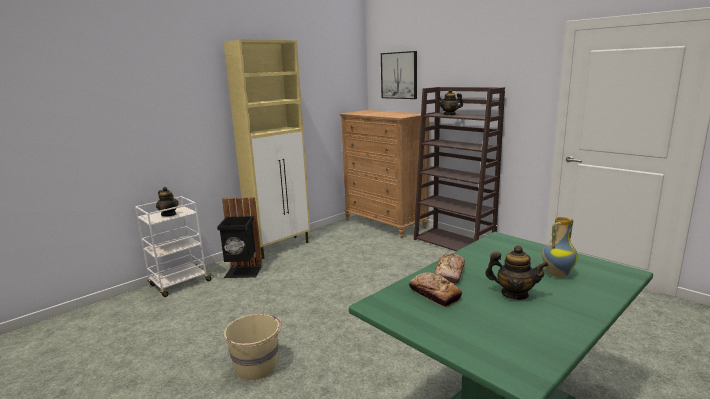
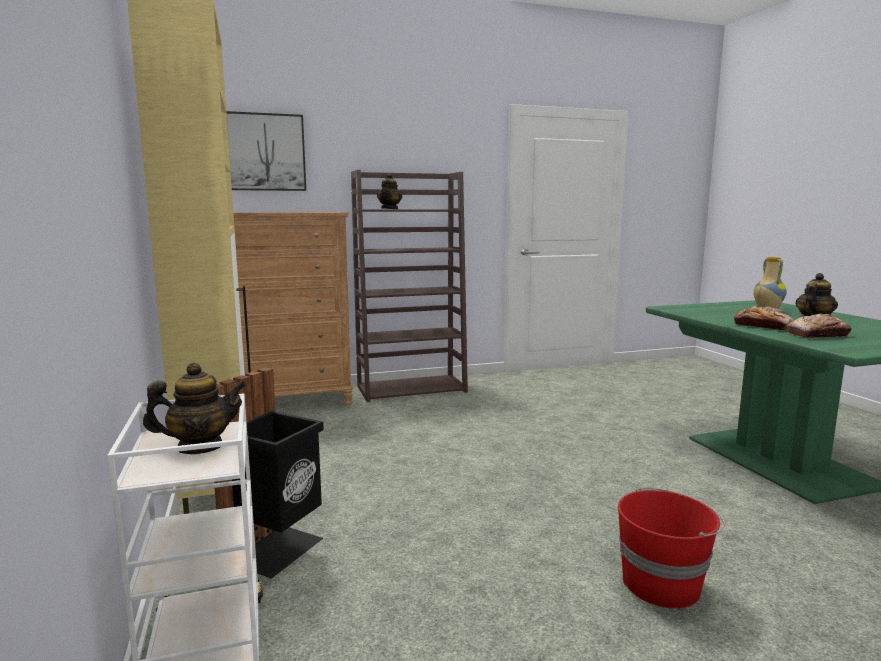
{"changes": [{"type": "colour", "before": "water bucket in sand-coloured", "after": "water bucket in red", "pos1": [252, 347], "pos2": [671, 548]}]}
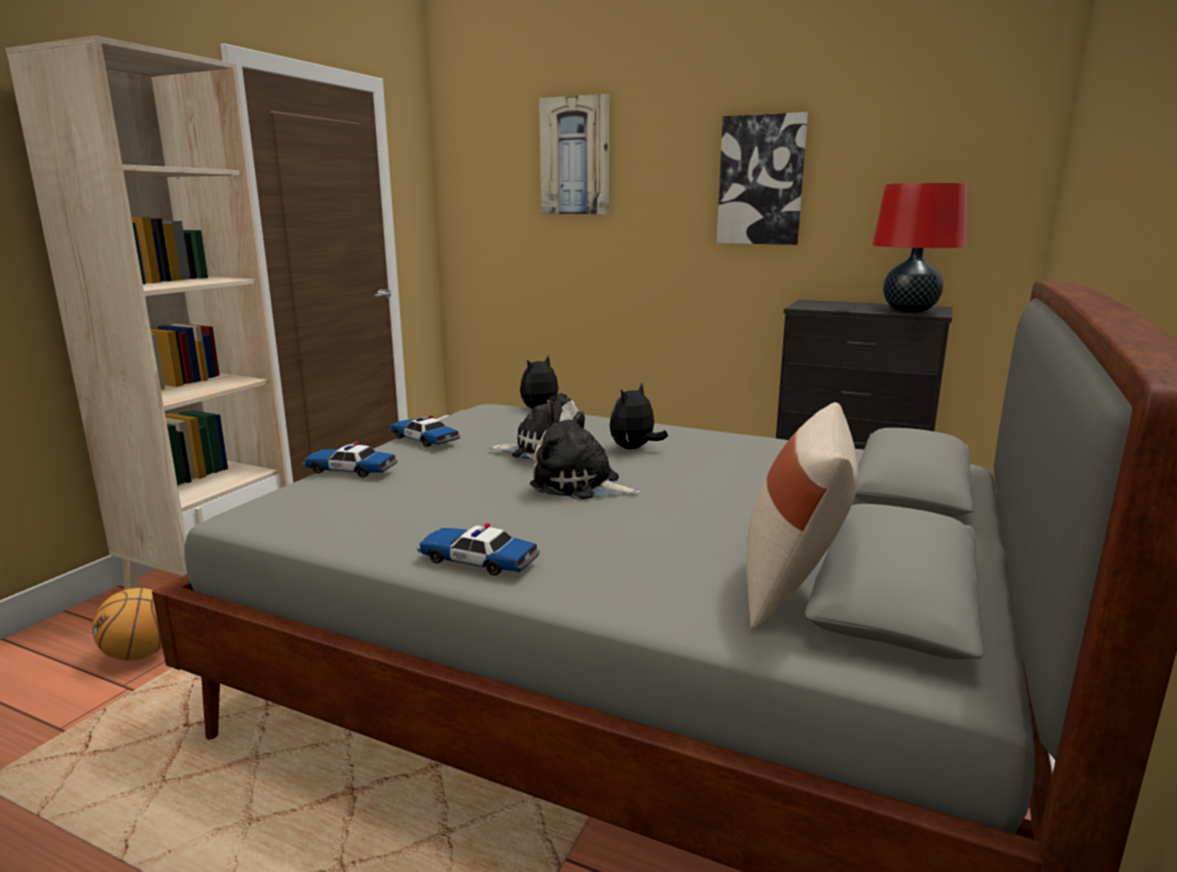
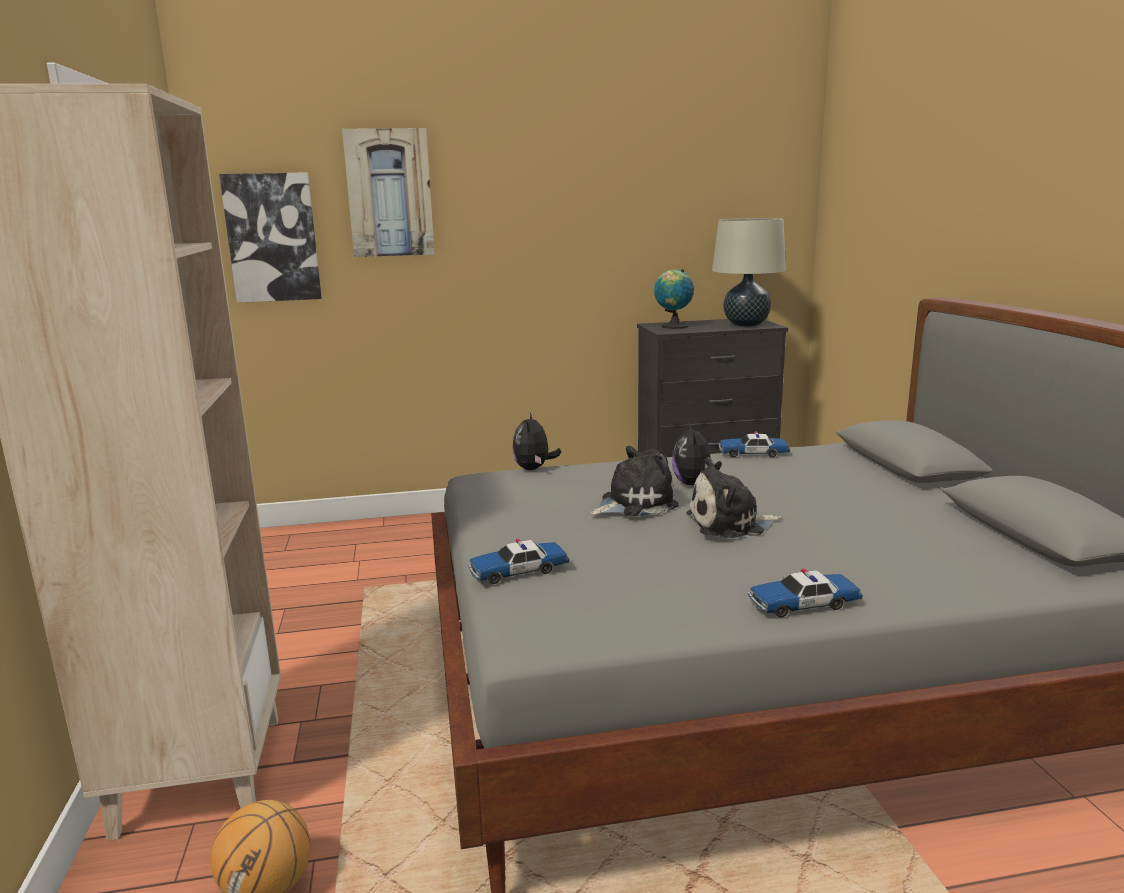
{"changes": [{"type": "relocated", "before": "model car", "pos1": [424, 431], "pos2": [754, 444]}, {"type": "relocated", "before": "wall art", "pos1": [762, 178], "pos2": [270, 237]}, {"type": "missing", "before": "pillow in sand-coloured", "pos1": [802, 516]}, {"type": "colour", "before": "lamp for a table in red", "after": "lamp for a table in sand-coloured", "pos1": [920, 248], "pos2": [749, 272]}, {"type": "appeared", "after": "globe", "pos2": [674, 299]}]}
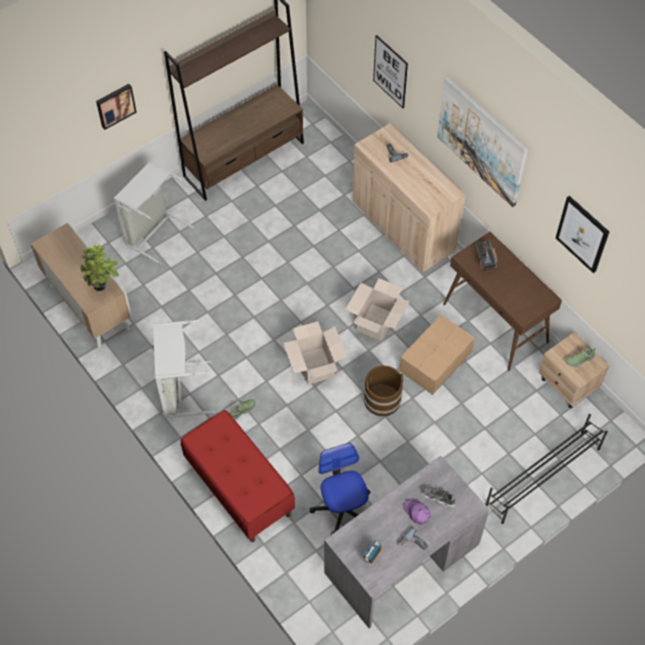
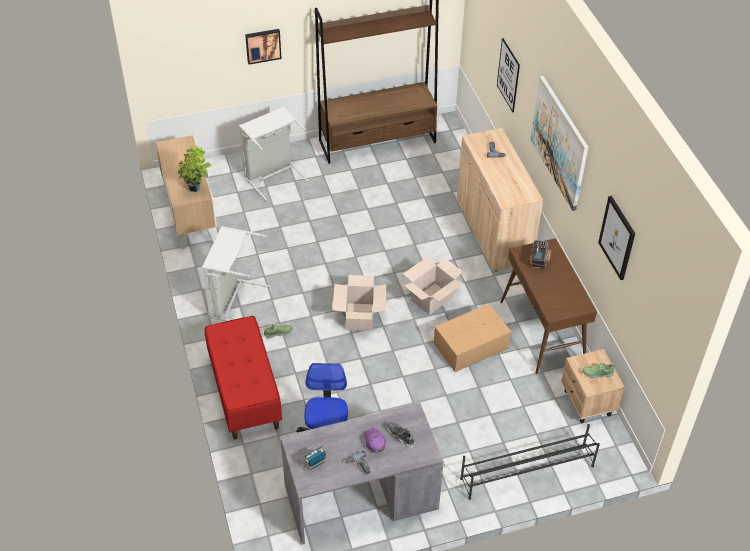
{"changes": [{"type": "missing", "before": "water bucket in brownish", "pos1": [383, 391]}]}
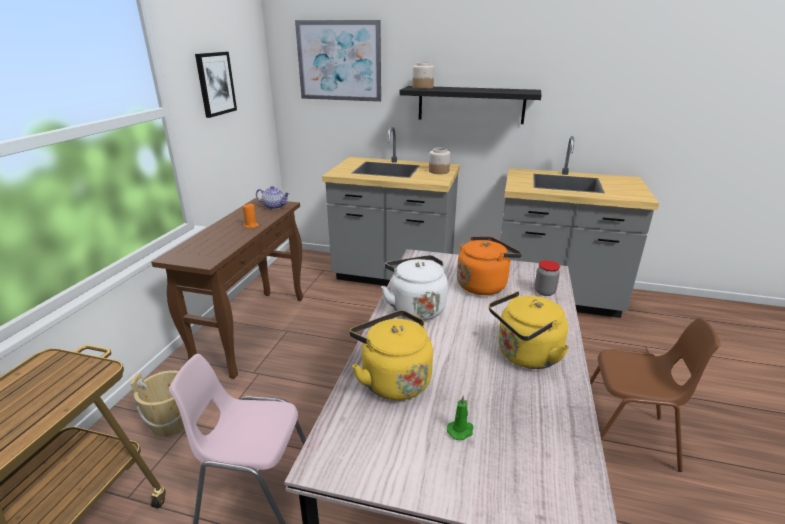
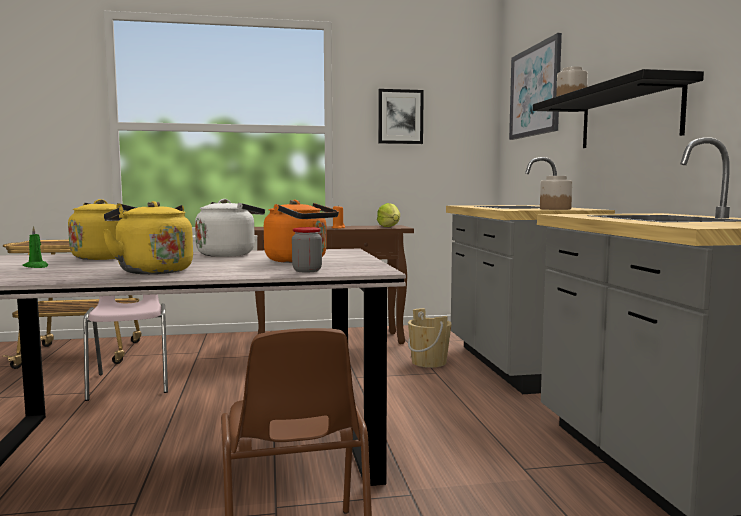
{"changes": [{"type": "relocated", "before": "water bucket in sand-coloured", "pos1": [157, 403], "pos2": [430, 338]}, {"type": "exchanged", "before": "teapot", "after": "lettuce", "pos1": [273, 197], "pos2": [388, 215]}]}
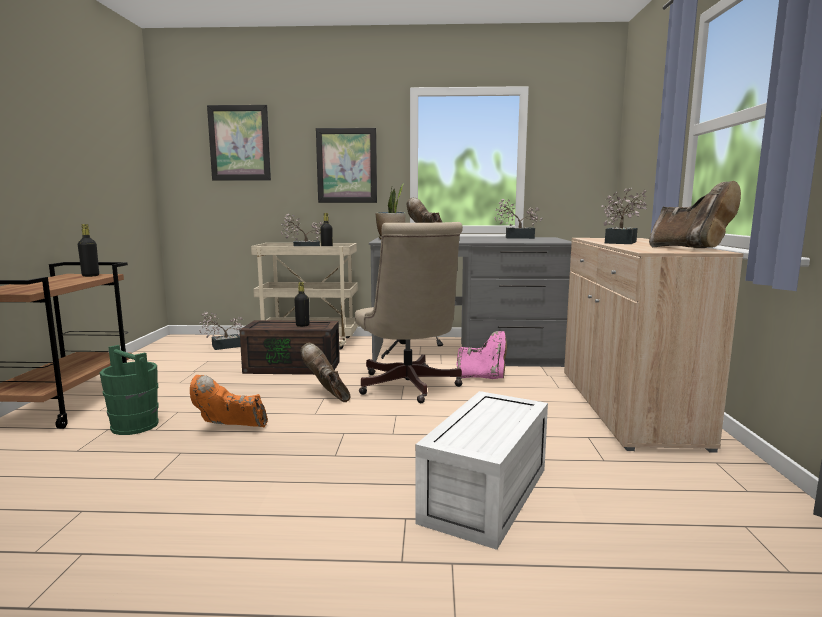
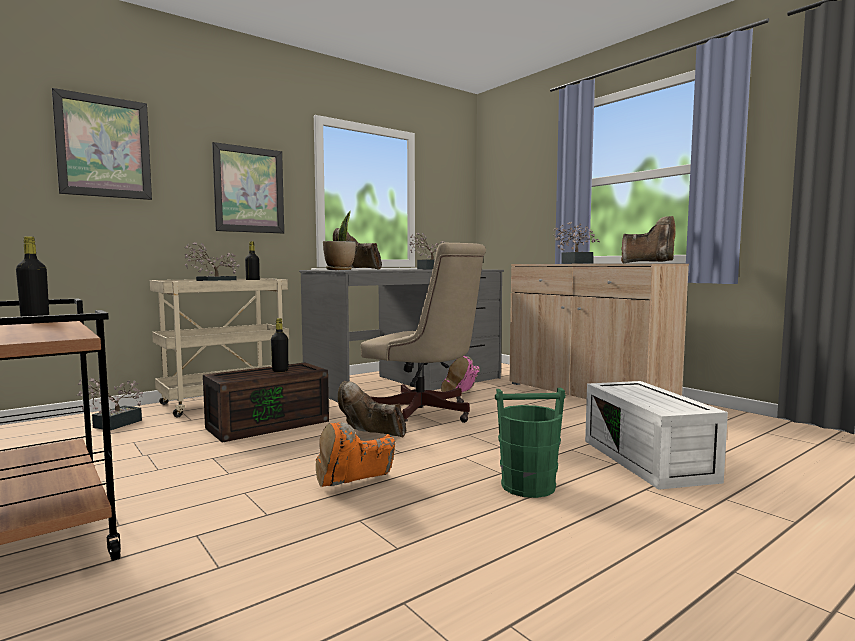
{"changes": [{"type": "relocated", "before": "water bucket in green", "pos1": [129, 390], "pos2": [530, 443]}, {"type": "spun", "before": "high-top boot in pink", "pos1": [481, 355], "pos2": [460, 374], "turn": 150}]}
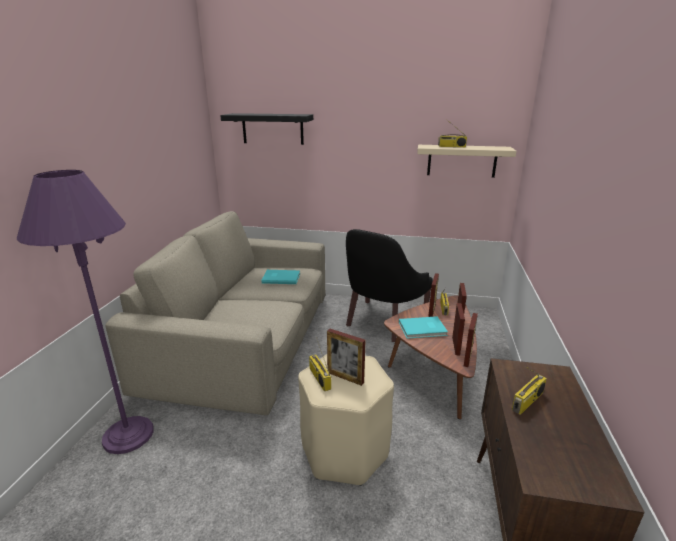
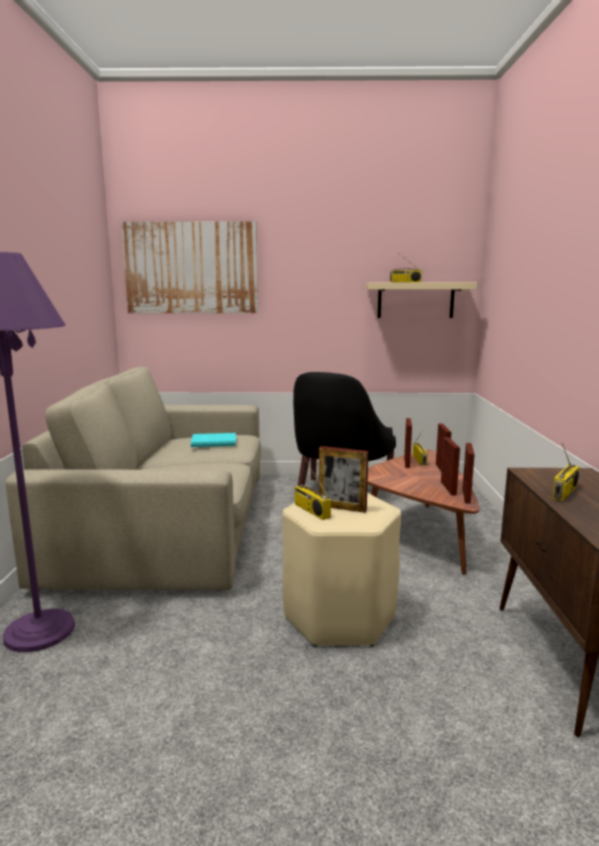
{"changes": [{"type": "exchanged", "before": "bracket shelf in blackish", "after": "wall art", "pos1": [266, 129], "pos2": [189, 267]}, {"type": "missing", "before": "volume in turquoise-coloured", "pos1": [423, 327]}]}
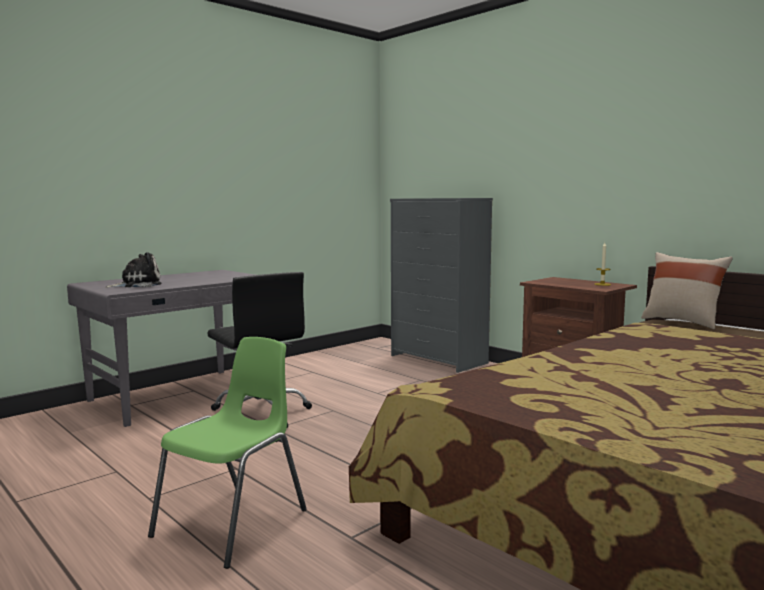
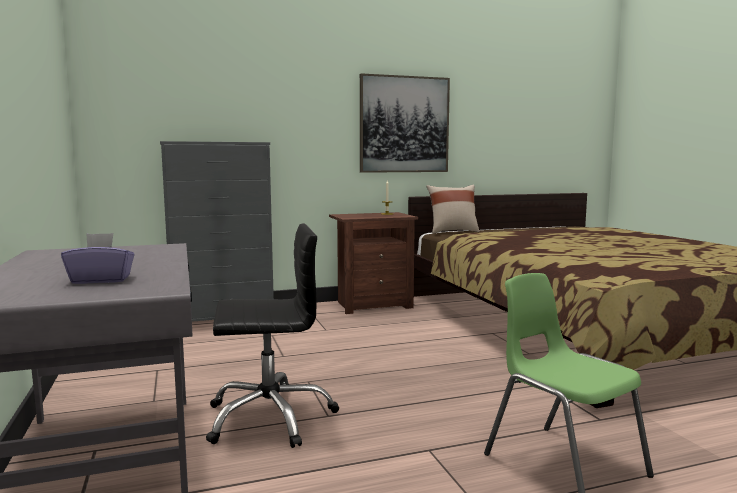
{"changes": [{"type": "exchanged", "before": "cuddly toy", "after": "tissue holder in purple-coloured", "pos1": [133, 270], "pos2": [98, 258]}, {"type": "appeared", "after": "wall art", "pos2": [405, 123]}]}
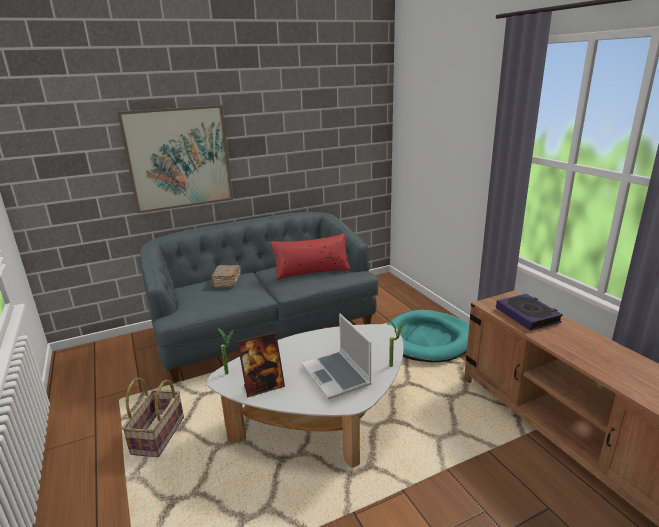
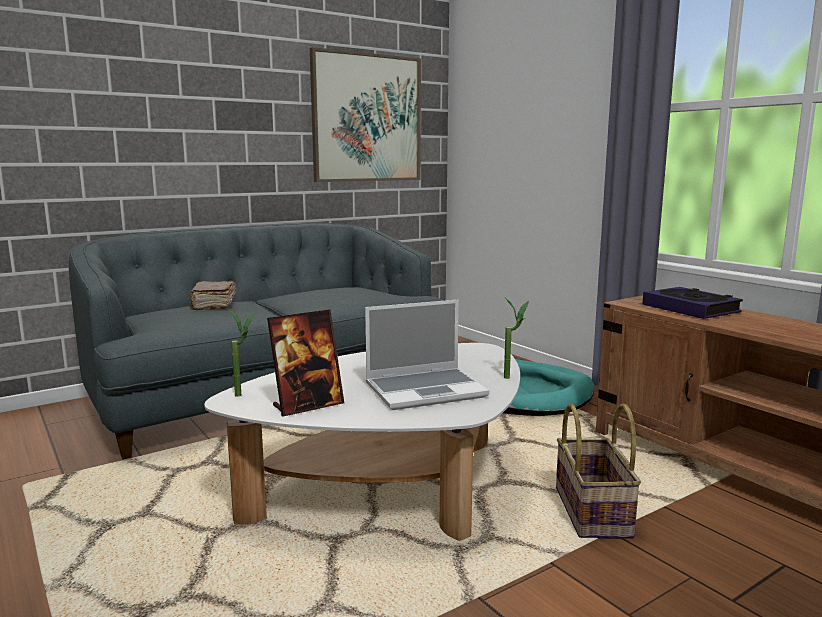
{"changes": [{"type": "relocated", "before": "wall art", "pos1": [175, 159], "pos2": [365, 114]}, {"type": "relocated", "before": "storage basket", "pos1": [153, 417], "pos2": [598, 471]}, {"type": "missing", "before": "pillow in red", "pos1": [311, 256]}, {"type": "spun", "before": "notebook computer", "pos1": [337, 356], "pos2": [427, 355], "turn": -75}]}
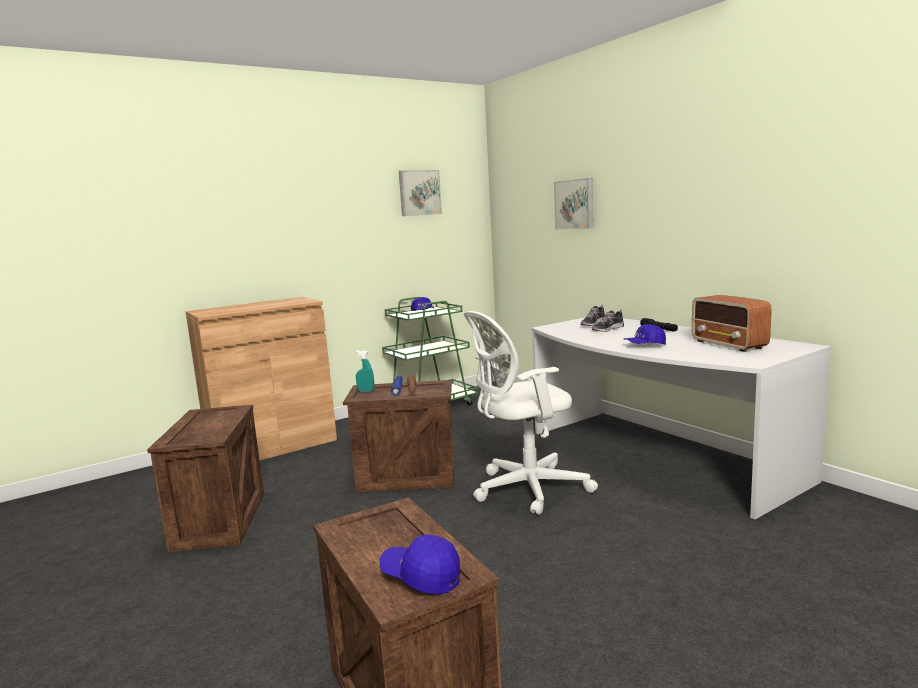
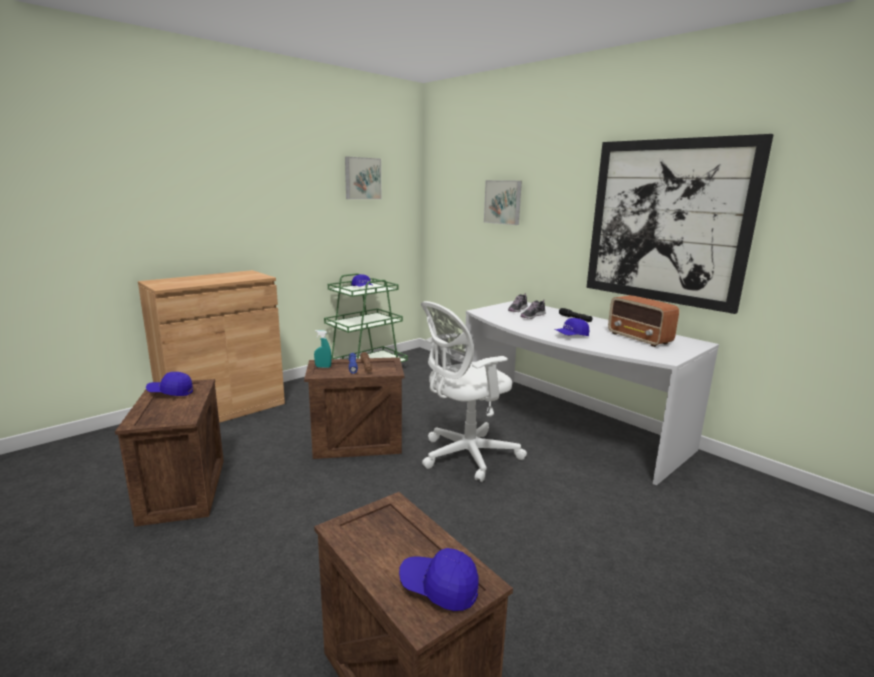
{"changes": [{"type": "appeared", "after": "cap in bluish", "pos2": [169, 384]}, {"type": "appeared", "after": "wall art", "pos2": [680, 224]}]}
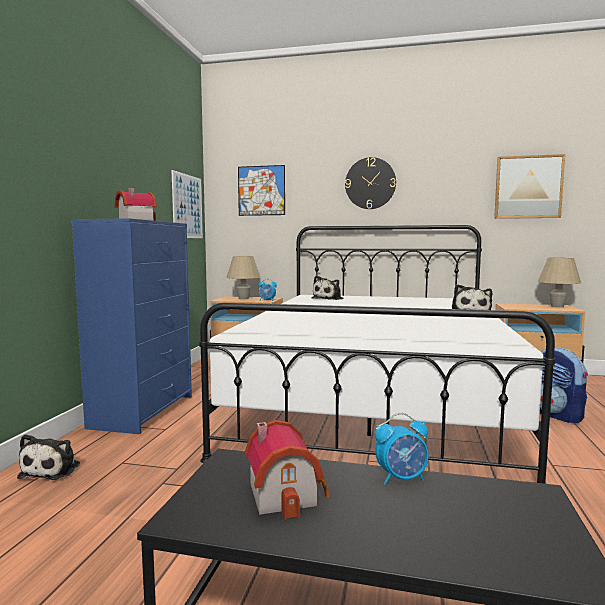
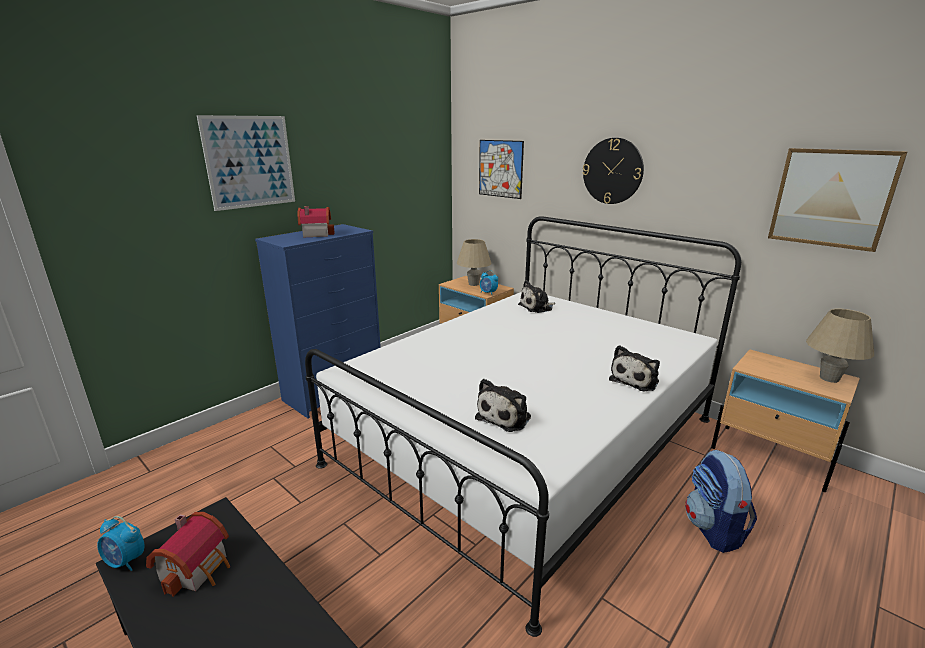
{"changes": [{"type": "relocated", "before": "cuddly toy", "pos1": [48, 457], "pos2": [503, 405]}, {"type": "relocated", "before": "wall art", "pos1": [187, 204], "pos2": [246, 163]}, {"type": "relocated", "before": "table clock", "pos1": [401, 449], "pos2": [120, 543]}]}
